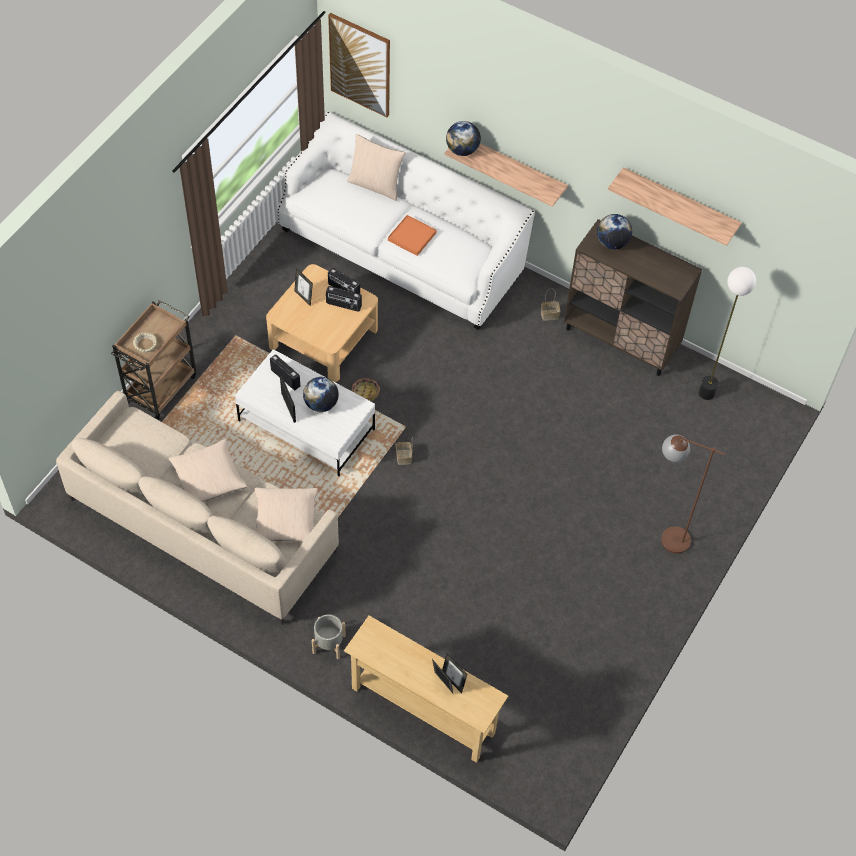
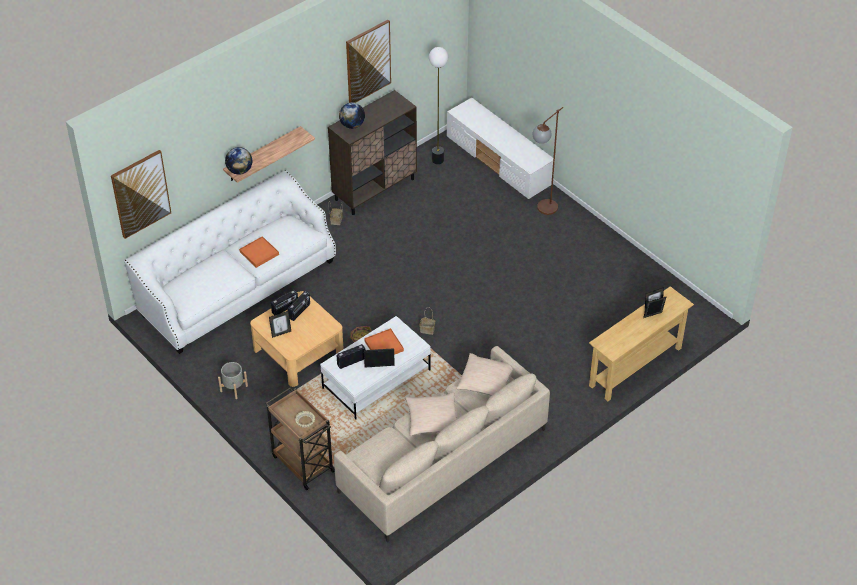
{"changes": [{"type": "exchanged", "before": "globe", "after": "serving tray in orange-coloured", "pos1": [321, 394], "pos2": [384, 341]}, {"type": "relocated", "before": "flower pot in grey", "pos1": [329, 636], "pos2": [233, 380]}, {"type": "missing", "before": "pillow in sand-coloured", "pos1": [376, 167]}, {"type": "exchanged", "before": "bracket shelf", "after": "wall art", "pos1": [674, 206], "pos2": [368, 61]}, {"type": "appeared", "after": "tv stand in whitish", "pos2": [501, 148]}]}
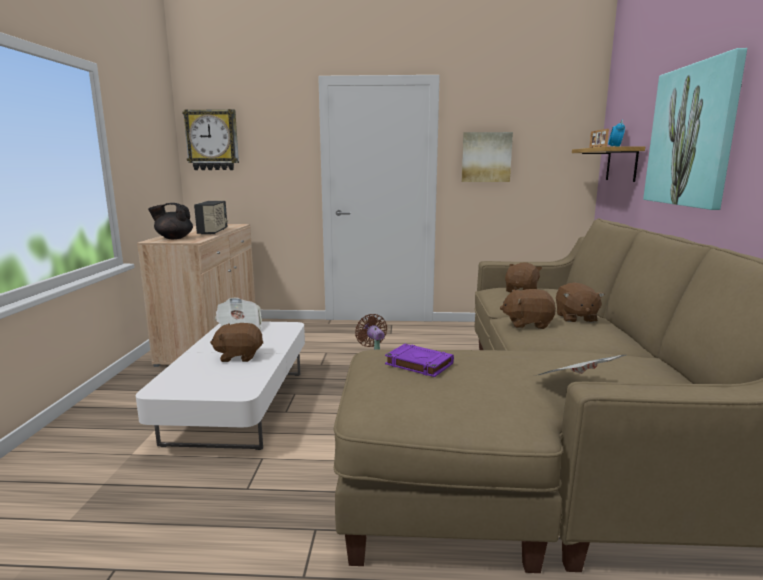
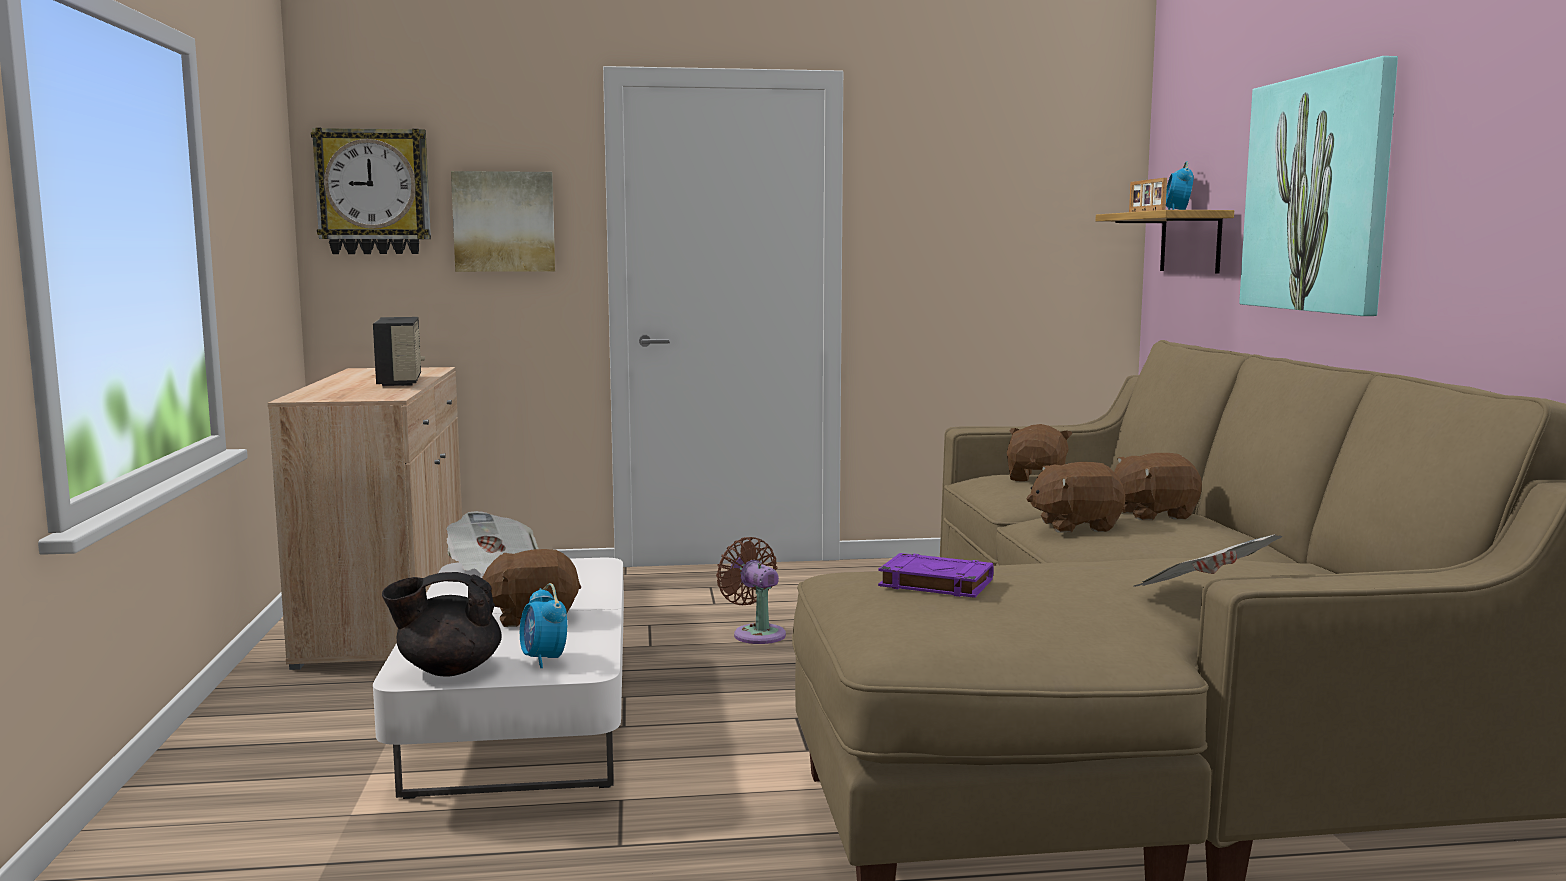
{"changes": [{"type": "relocated", "before": "teapot in blackish", "pos1": [170, 221], "pos2": [442, 624]}, {"type": "relocated", "before": "wall art", "pos1": [487, 157], "pos2": [503, 221]}, {"type": "spun", "before": "cuddly toy in brownish", "pos1": [580, 302], "pos2": [1158, 486], "turn": 90}, {"type": "appeared", "after": "table clock", "pos2": [543, 625]}]}
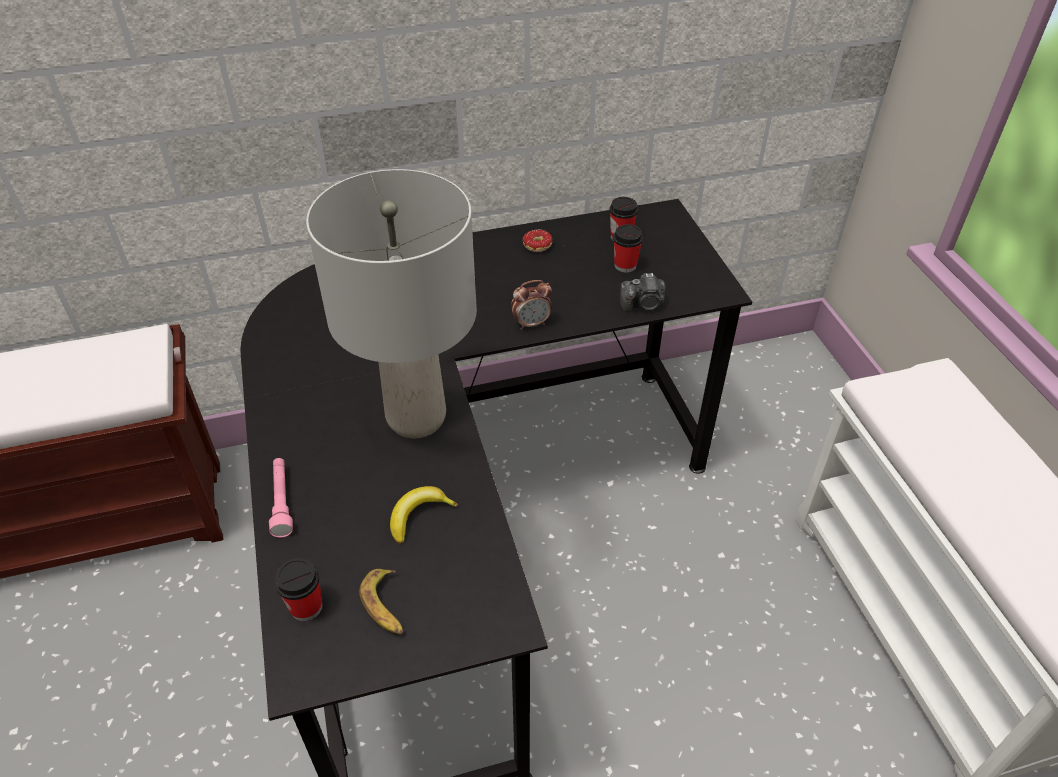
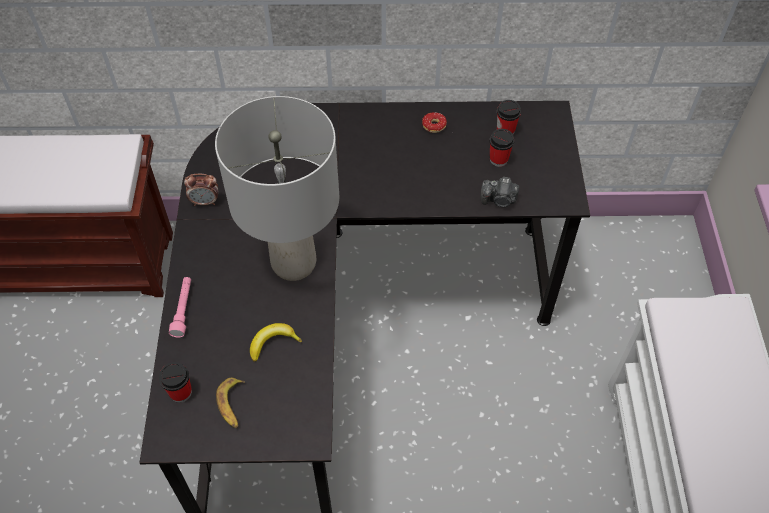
{"changes": [{"type": "relocated", "before": "table clock", "pos1": [531, 305], "pos2": [201, 190]}]}
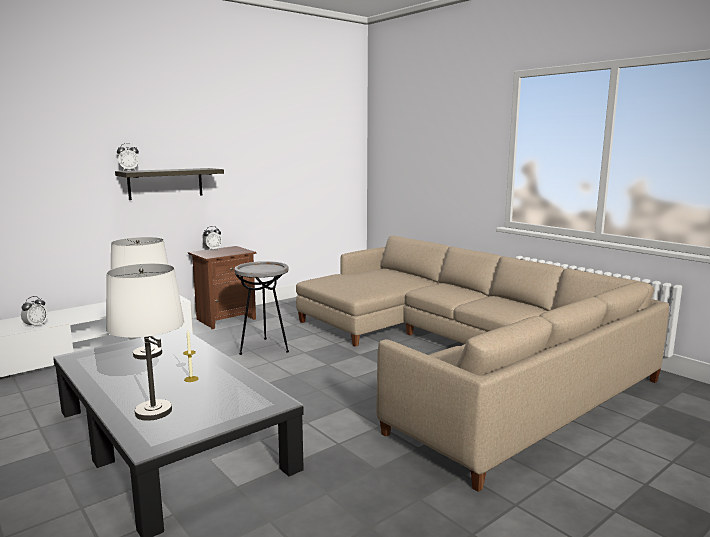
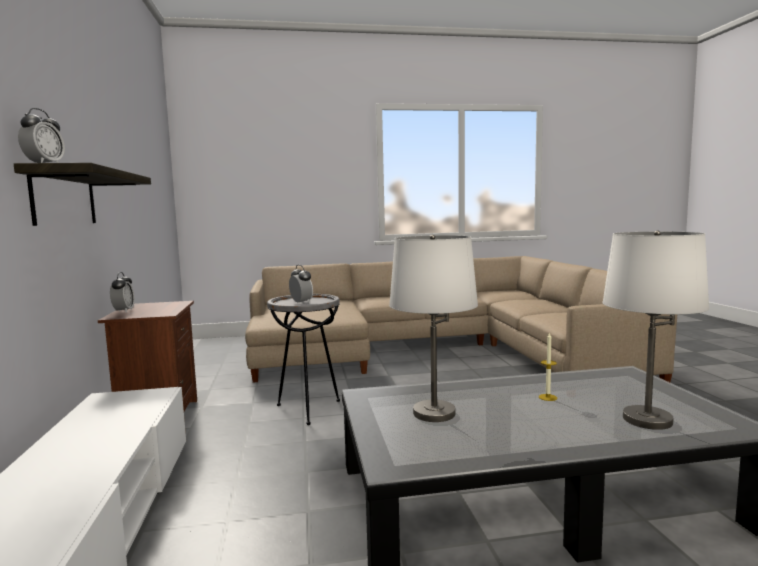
{"changes": [{"type": "relocated", "before": "table clock", "pos1": [34, 312], "pos2": [301, 284]}]}
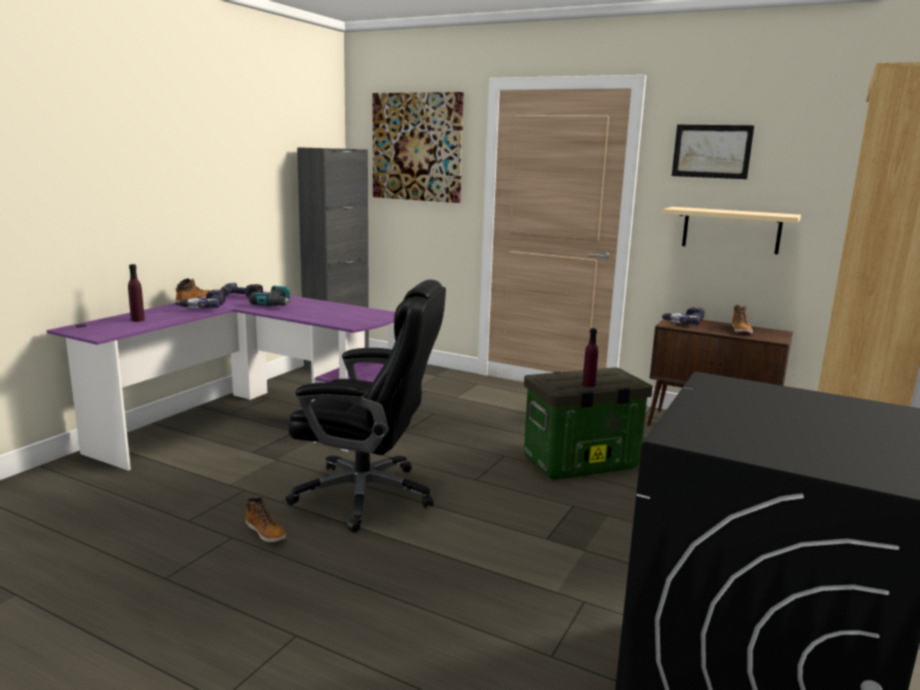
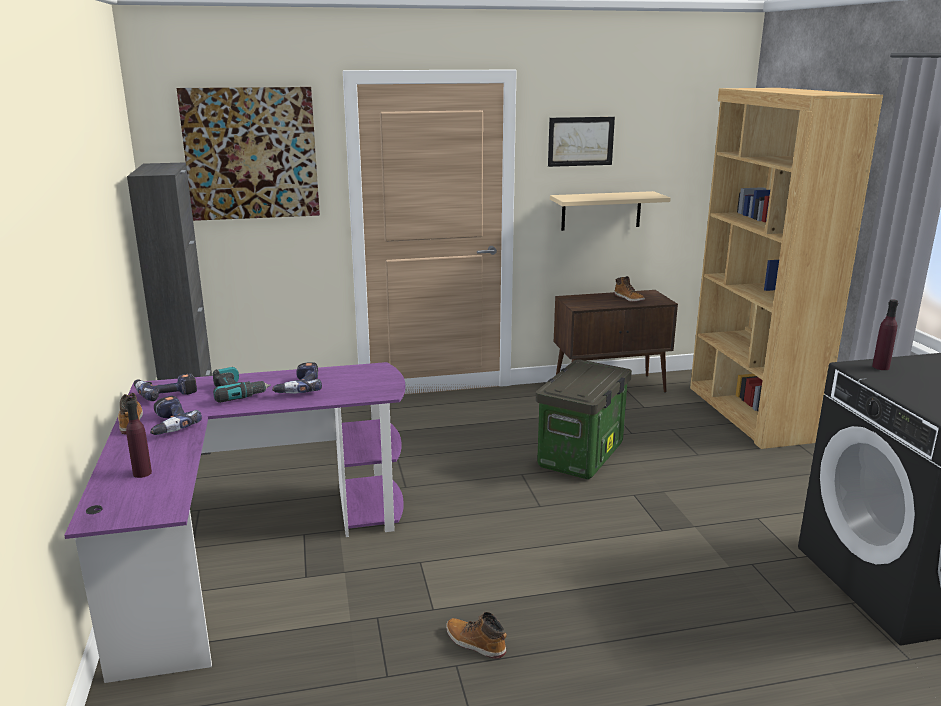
{"changes": [{"type": "spun", "before": "high-top boot", "pos1": [265, 520], "pos2": [476, 635], "turn": -150}, {"type": "missing", "before": "computer chair in blackish", "pos1": [366, 406]}, {"type": "relocated", "before": "bottle in purple-coloured", "pos1": [590, 357], "pos2": [885, 334]}, {"type": "relocated", "before": "drill", "pos1": [683, 316], "pos2": [297, 378]}]}
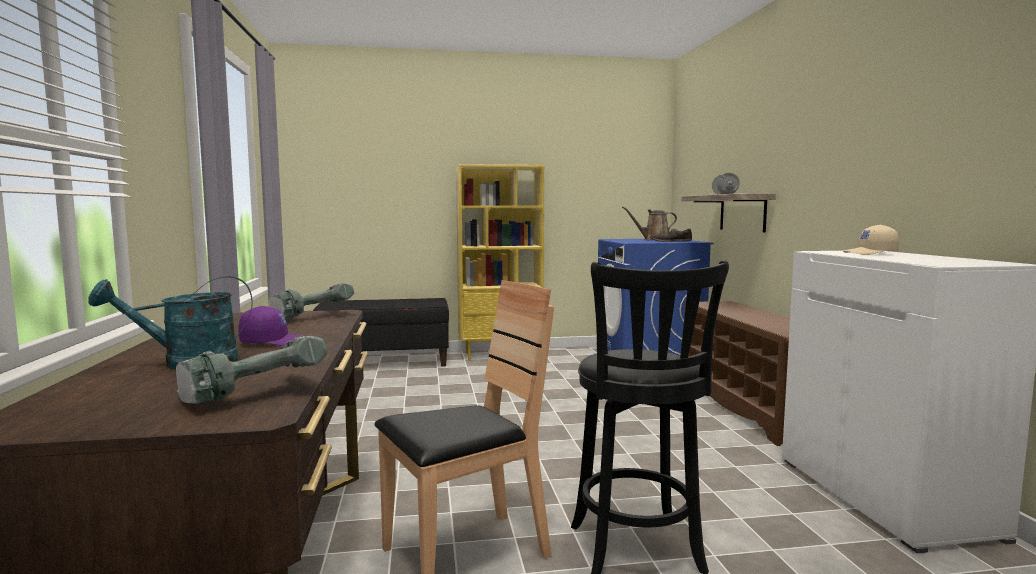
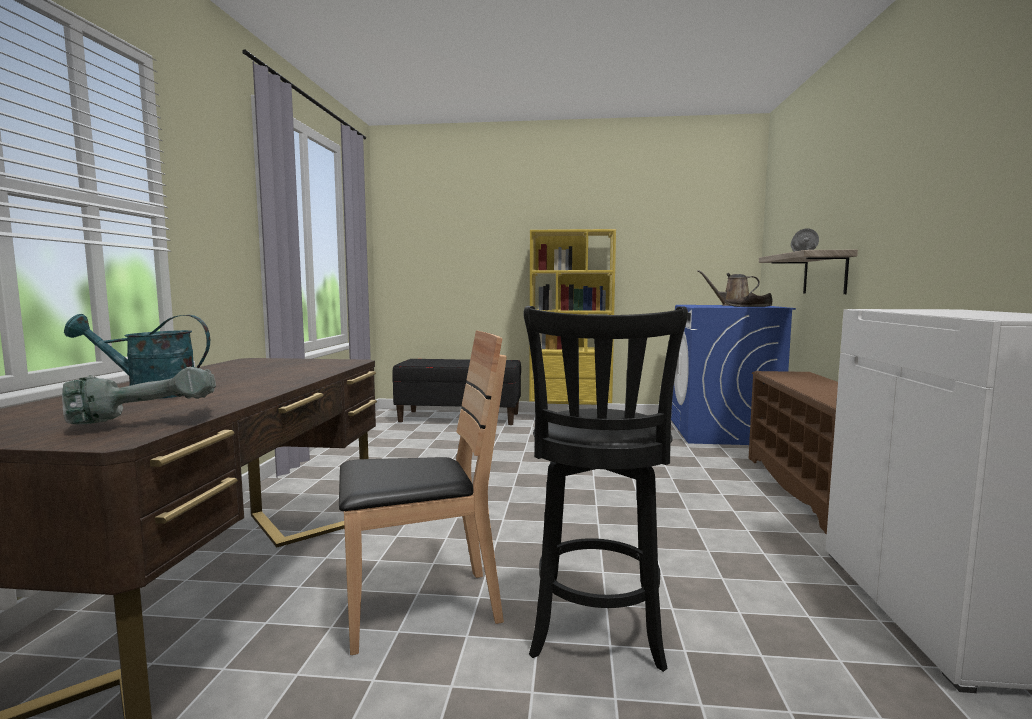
{"changes": [{"type": "missing", "before": "cap in purple-coloured", "pos1": [270, 326]}, {"type": "missing", "before": "drill", "pos1": [311, 300]}, {"type": "missing", "before": "cap in sand-coloured", "pos1": [871, 240]}]}
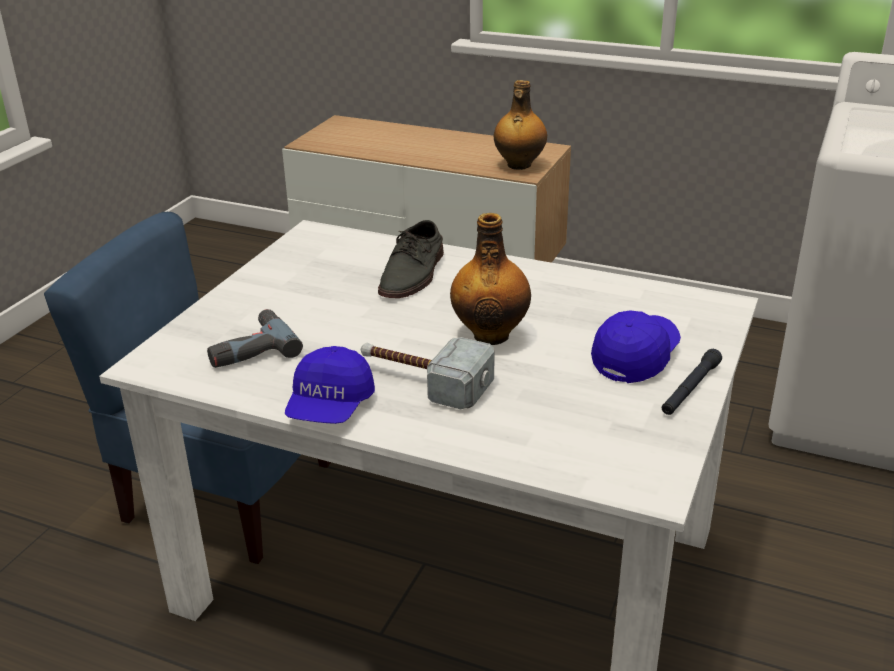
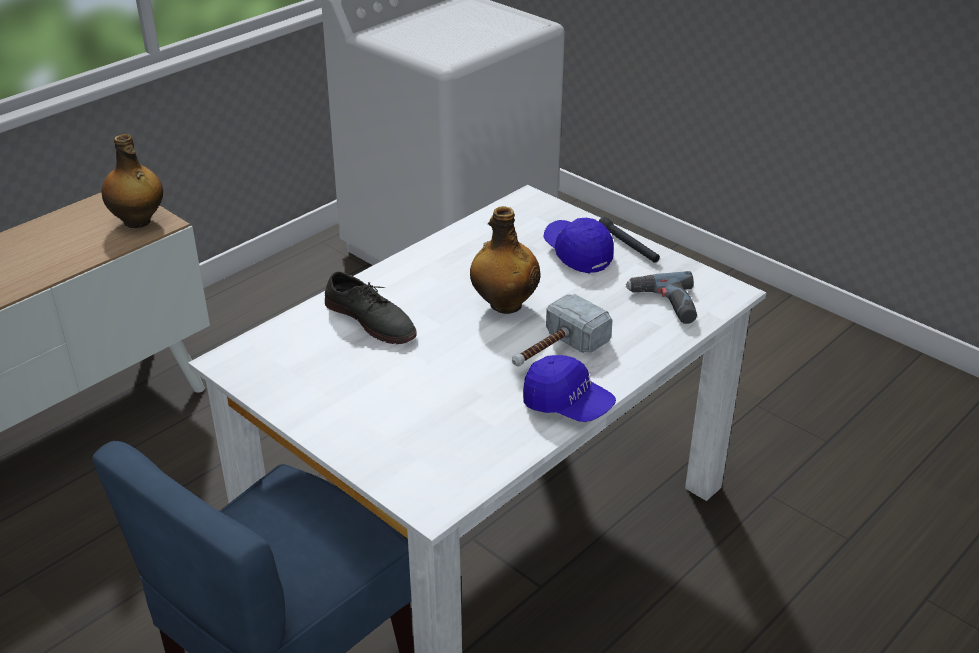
{"changes": [{"type": "relocated", "before": "drill", "pos1": [255, 338], "pos2": [661, 297]}]}
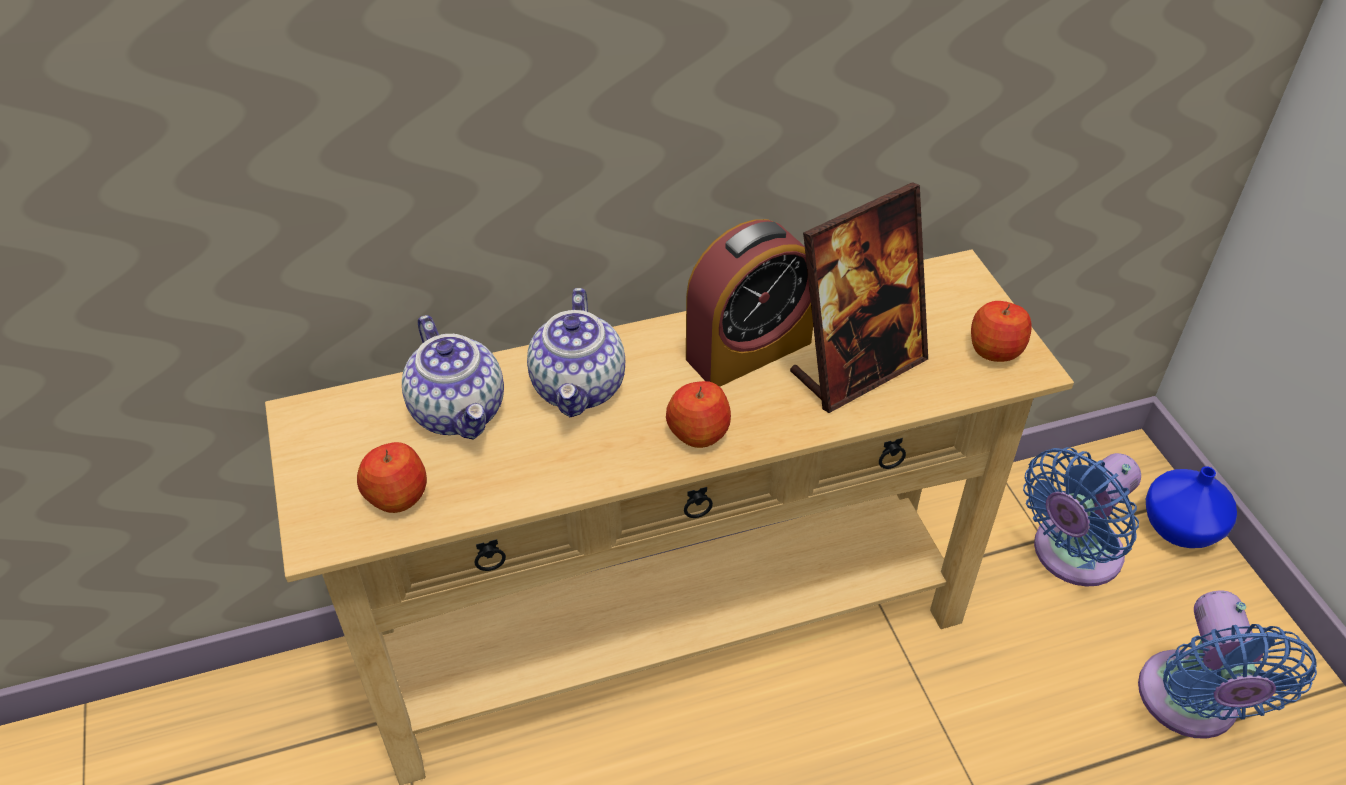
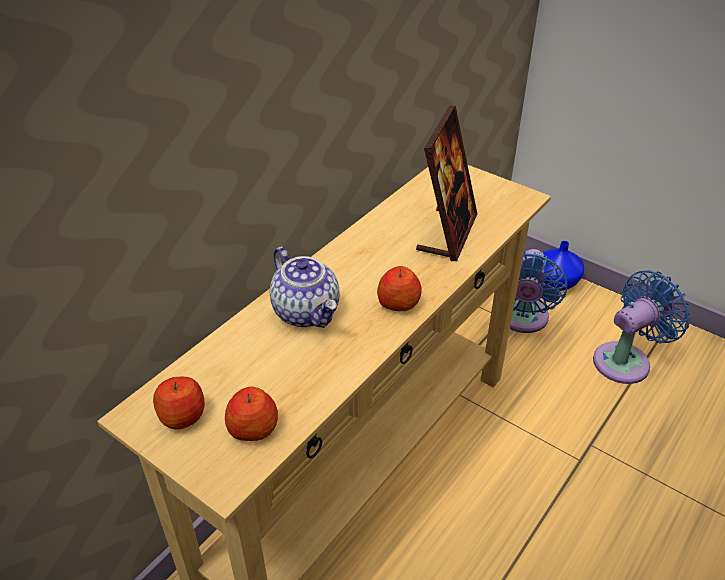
{"changes": [{"type": "missing", "before": "teapot", "pos1": [453, 377]}, {"type": "missing", "before": "table clock", "pos1": [749, 303]}, {"type": "relocated", "before": "apple fruit", "pos1": [1001, 331], "pos2": [179, 403]}, {"type": "spun", "before": "cooling fan in bluish", "pos1": [1227, 665], "pos2": [642, 327], "turn": -90}]}
